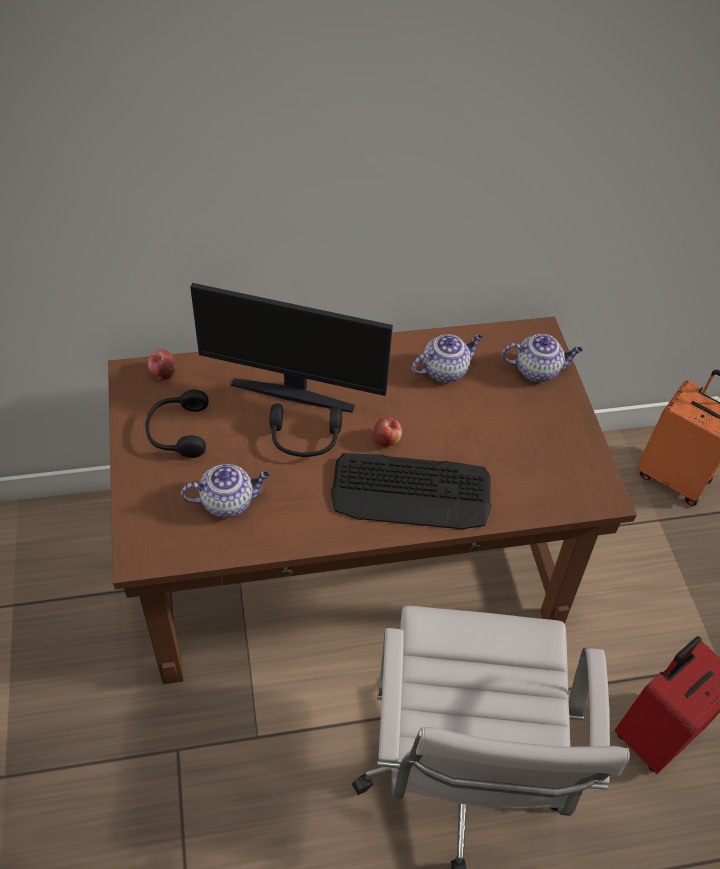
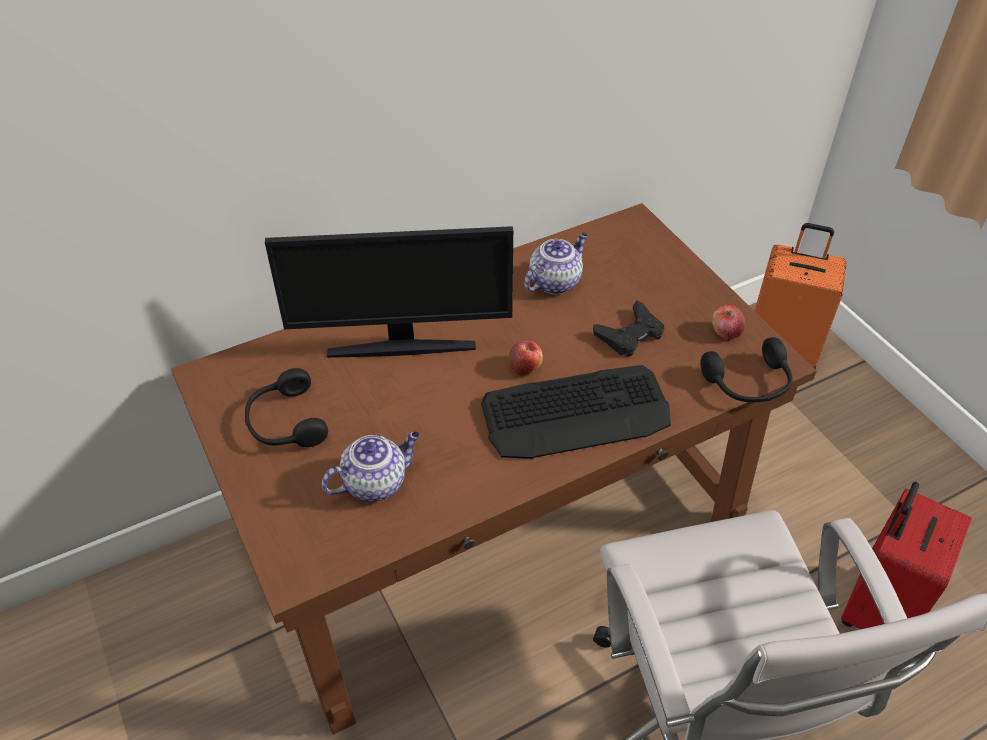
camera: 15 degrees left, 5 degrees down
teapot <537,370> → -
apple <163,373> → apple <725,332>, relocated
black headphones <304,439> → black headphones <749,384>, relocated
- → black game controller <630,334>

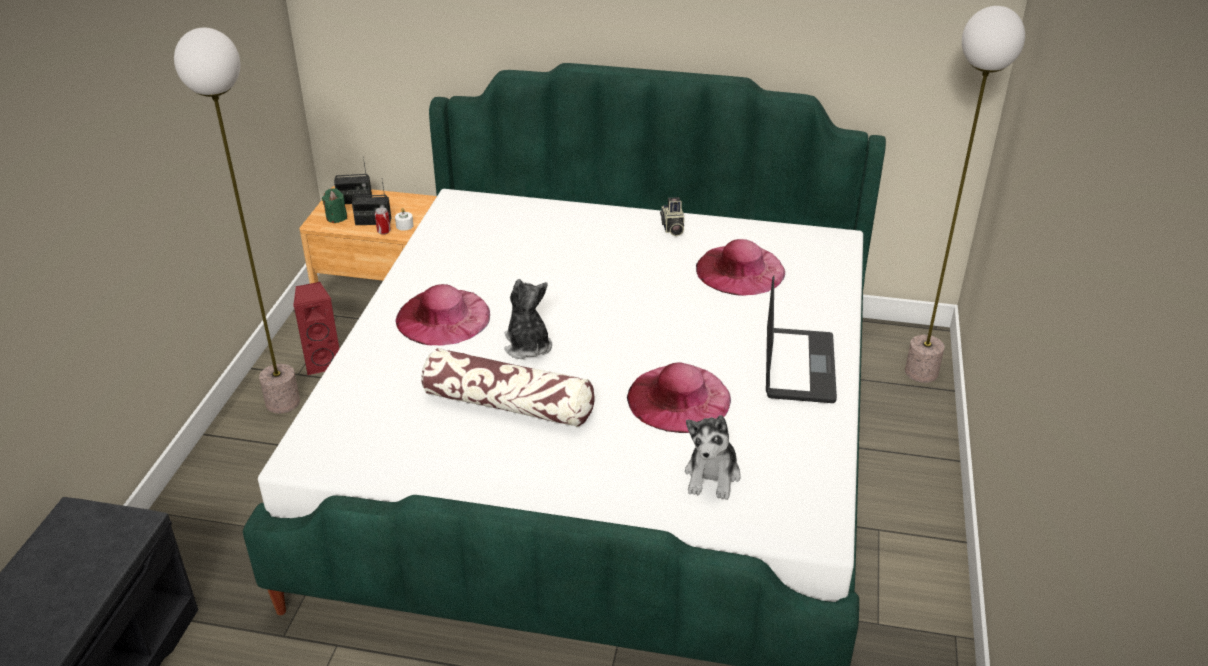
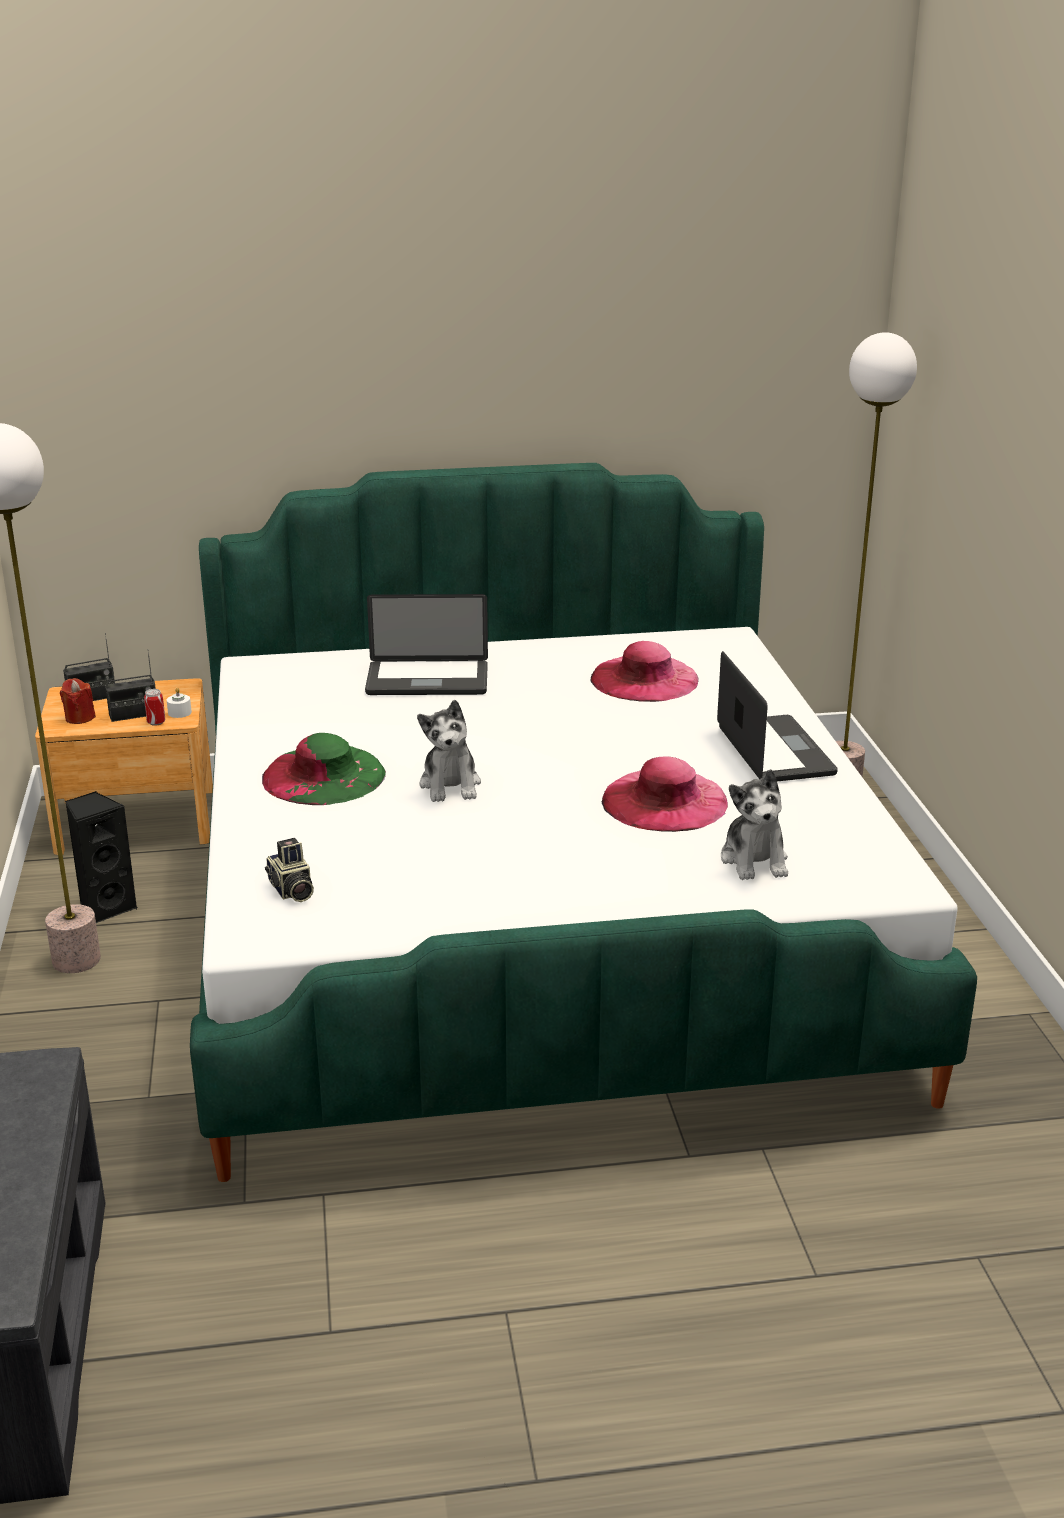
camera: 20 degrees left, 10 degrees down
green candle <336,217> → red candle <80,718>
photo camera <672,228> → photo camera <291,891>, relocated
plush toy <527,346> → plush toy <450,785>, 150 degrees counterclockwise
red speaker <323,362> → black speaker <106,907>
pink hat <443,317> → green hat <324,776>
pillow <508,404> → -
- → laptop <427,680>

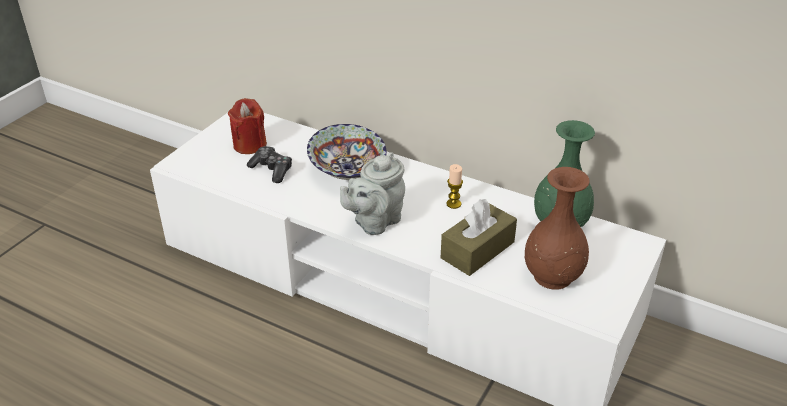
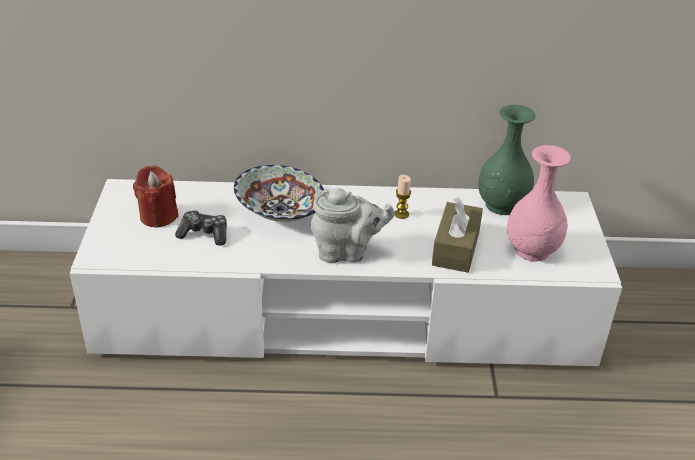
camera: 30 degrees left, 0 degrees up
grey teapot <374,222> → grey teapot <347,252>, 105 degrees counterclockwise
brown vase <551,276> → pink vase <531,250>

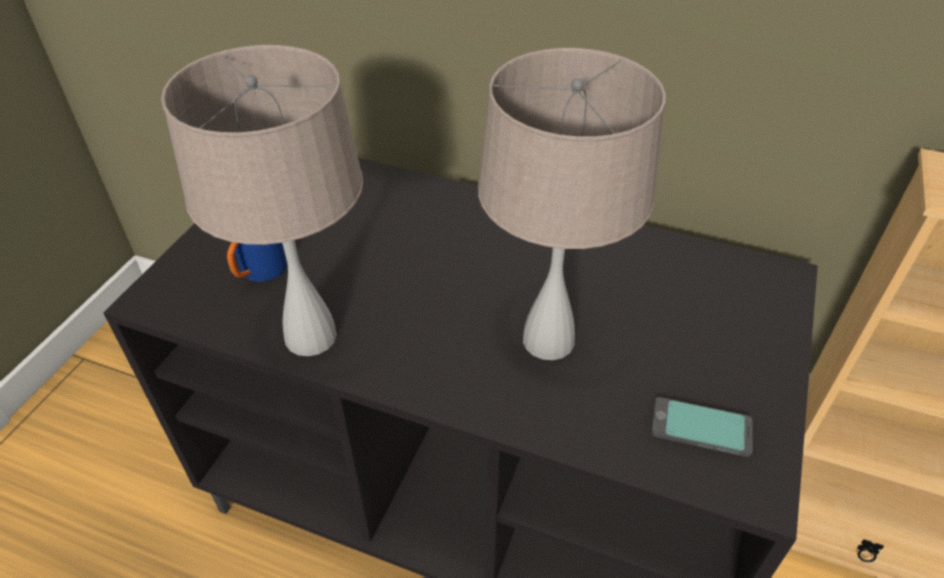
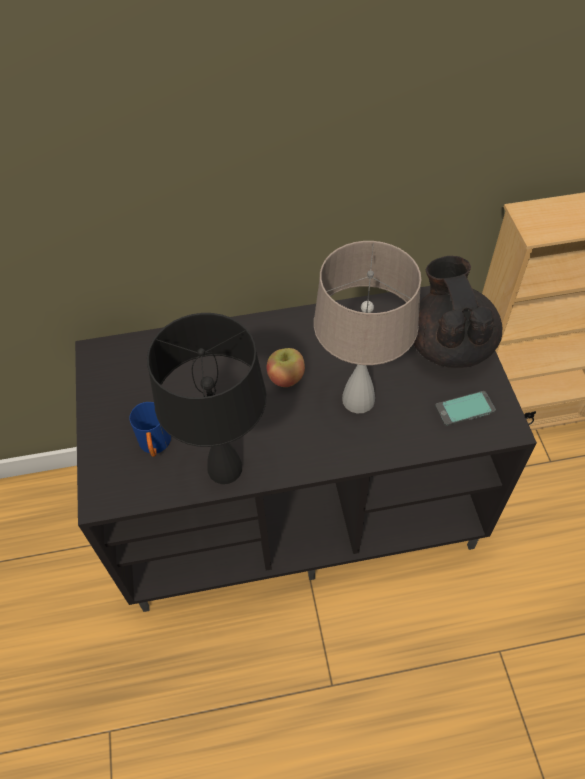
camera: 30 degrees left, 10 degrees up
beige table lamp <311,337> → black table lamp <225,469>
- → black teapot <449,345>
- → apple <286,378>

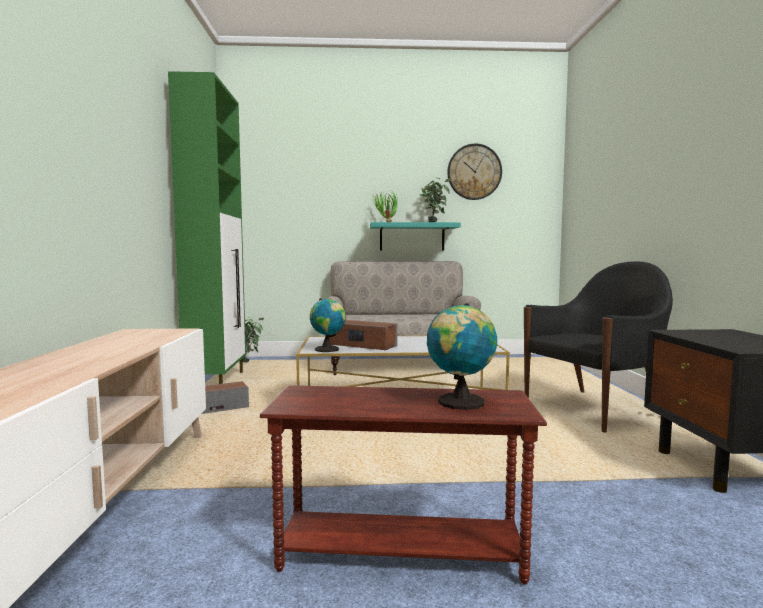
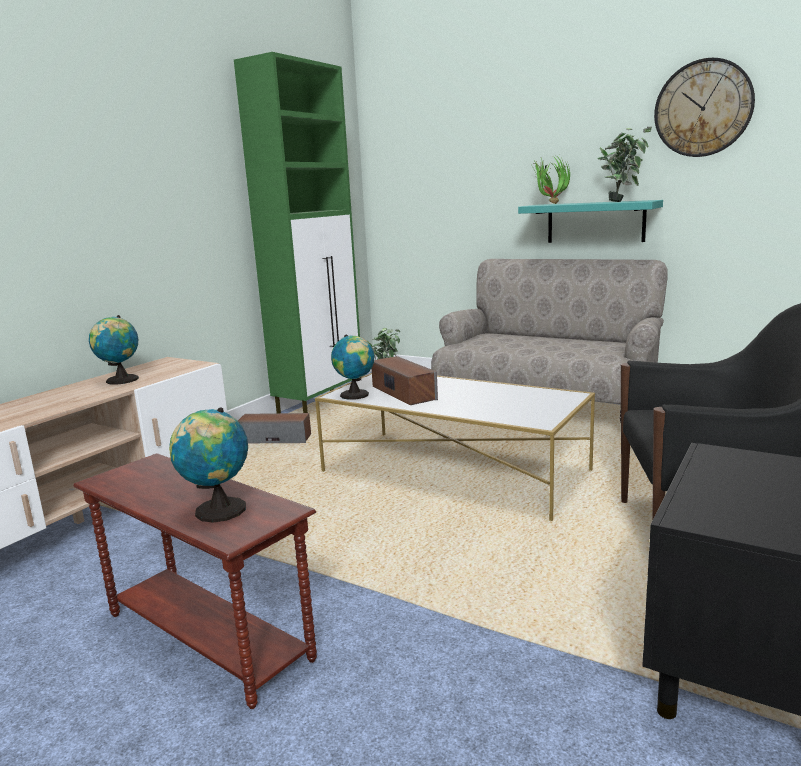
camera: 35 degrees right, 10 degrees up
- → globe <120,381>

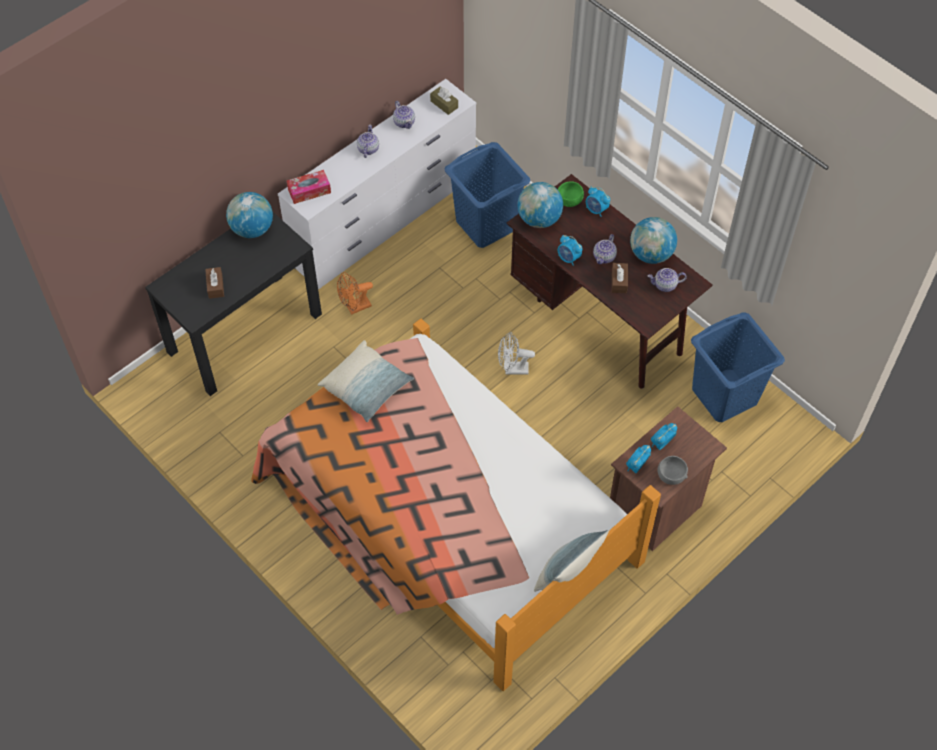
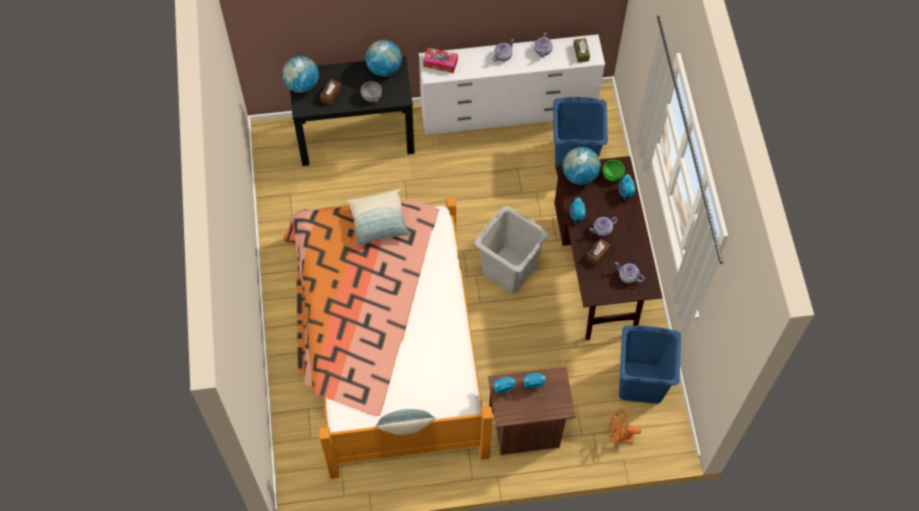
camera: 35 degrees right, 5 degrees up
globe <651,254> → globe <302,84>, relocated
orange fan <355,308> → orange fan <619,437>, relocated
white fan <512,369> → grey laundry basket <509,270>
grey bowl <671,475> → grey bowl <371,96>, relocated

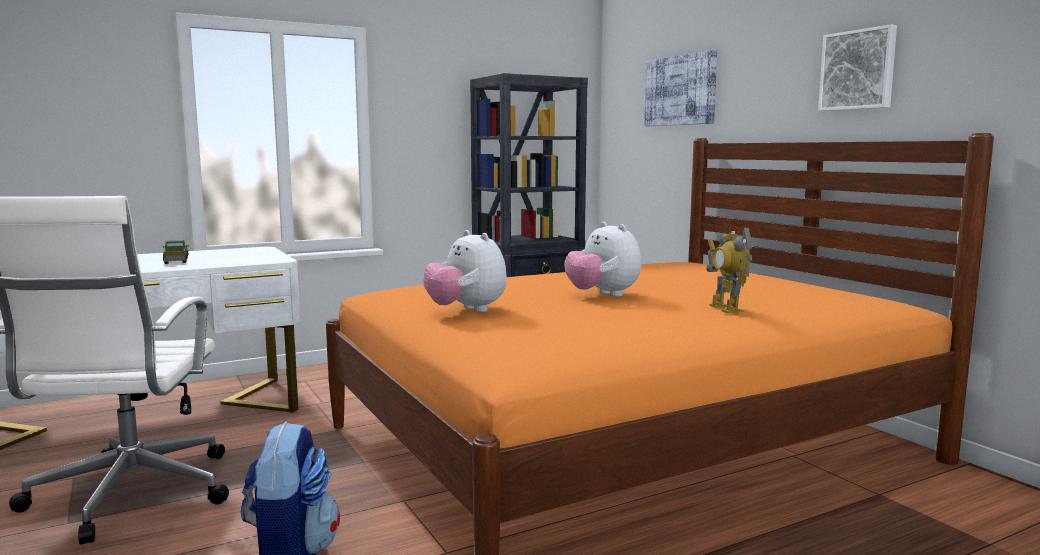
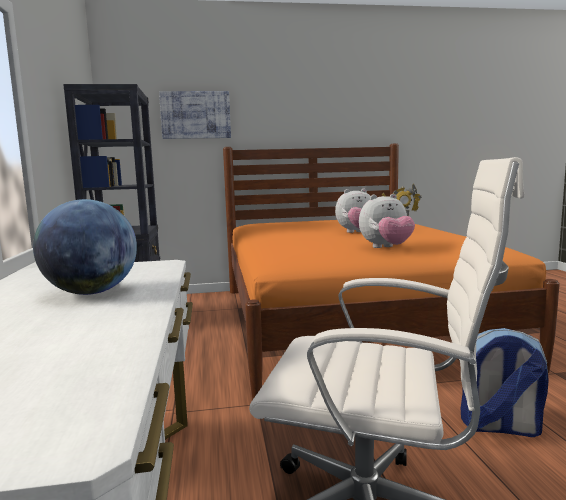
camera: 70 degrees left, 0 degrees up
picture <858,70> → -
toy truck <176,261> → globe <91,292>

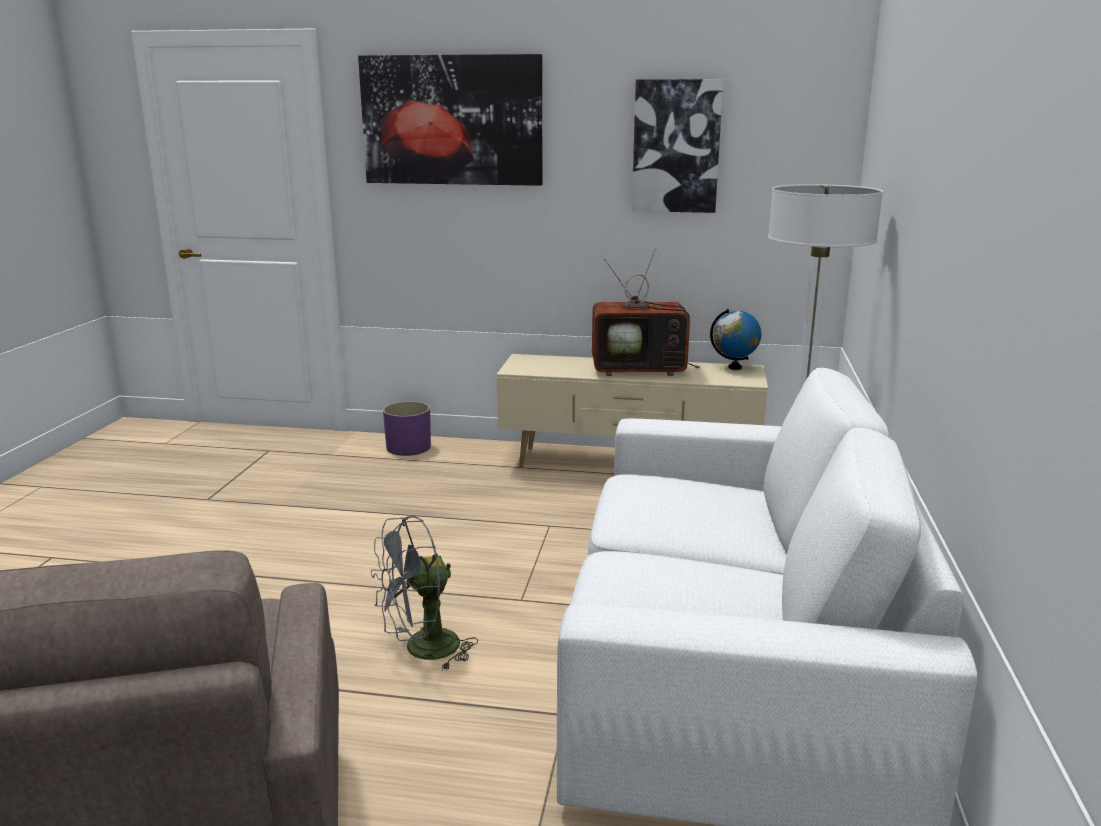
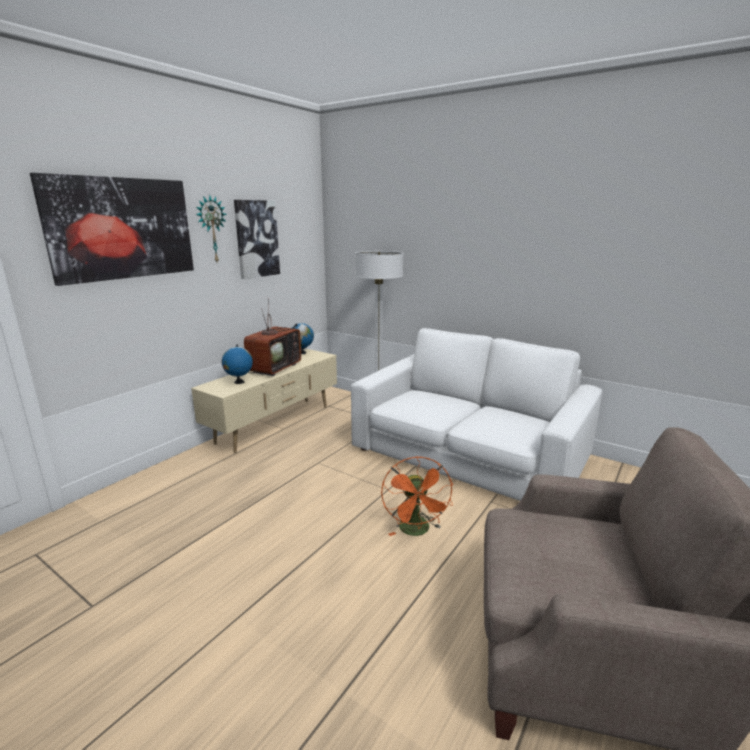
camera: 65 degrees left, 0 degrees up
purple planter <408,447> → -
grey fan <422,650> → orange fan <416,531>
- → wall clock <211,229>
- → globe <239,382>

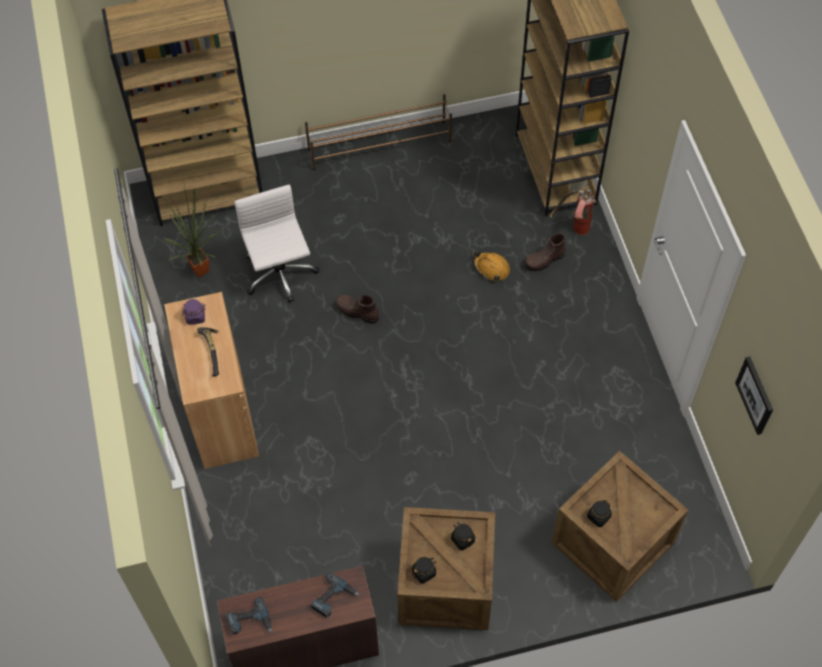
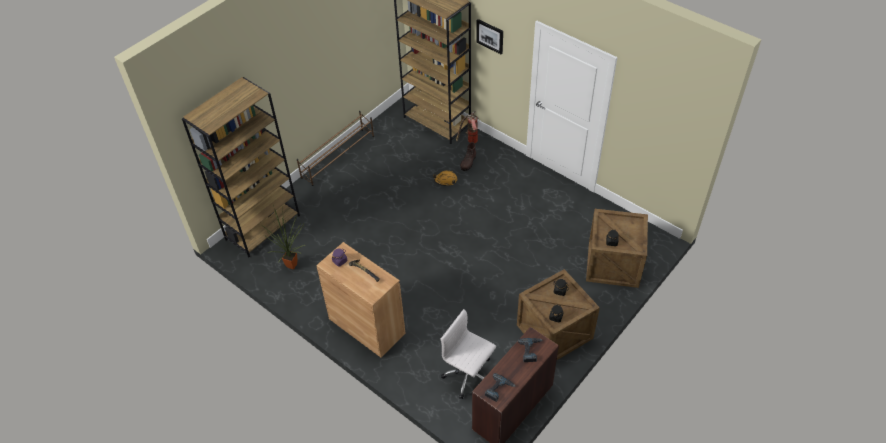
camera: 35 degrees left, 10 degrees down
white office chair <280,275> → white office chair <469,375>, relocated
brown boot <357,312> → -
picture <755,395> → picture <490,36>, relocated

